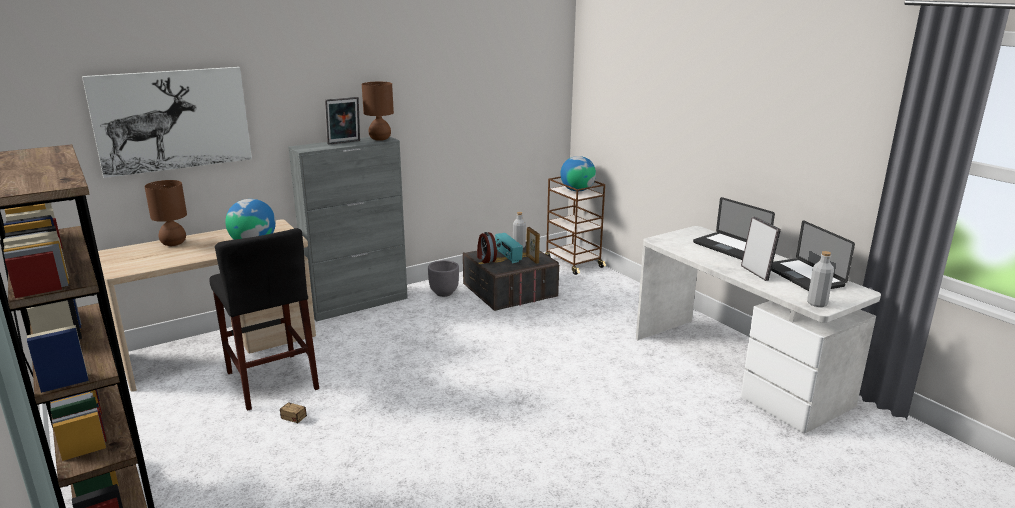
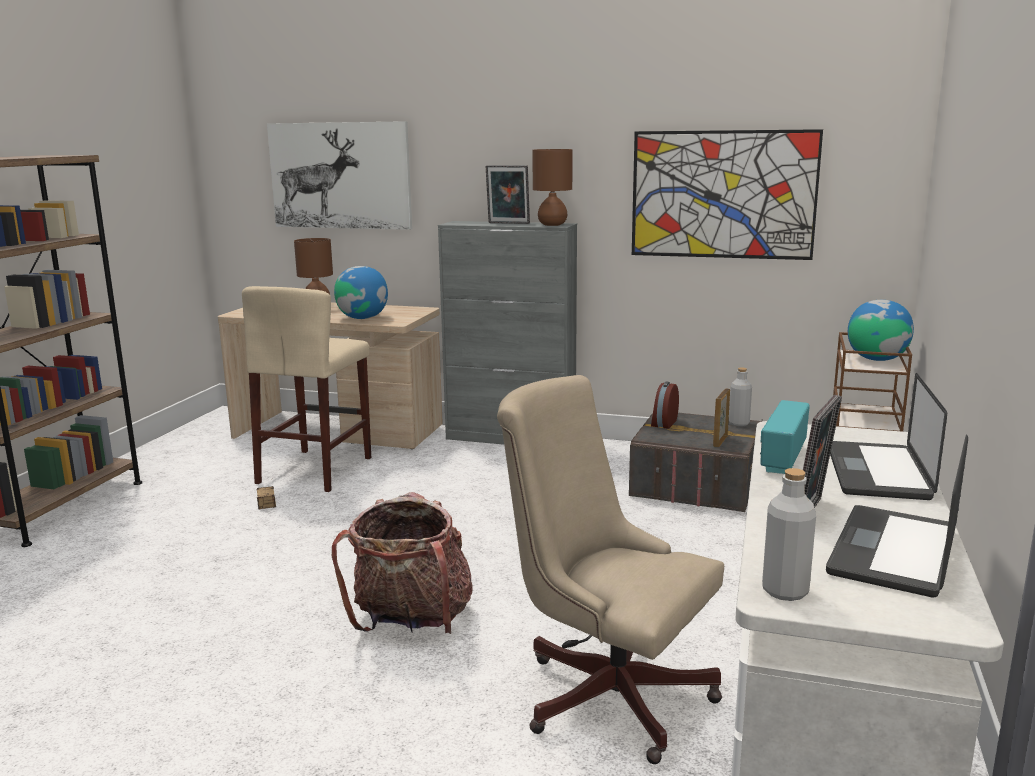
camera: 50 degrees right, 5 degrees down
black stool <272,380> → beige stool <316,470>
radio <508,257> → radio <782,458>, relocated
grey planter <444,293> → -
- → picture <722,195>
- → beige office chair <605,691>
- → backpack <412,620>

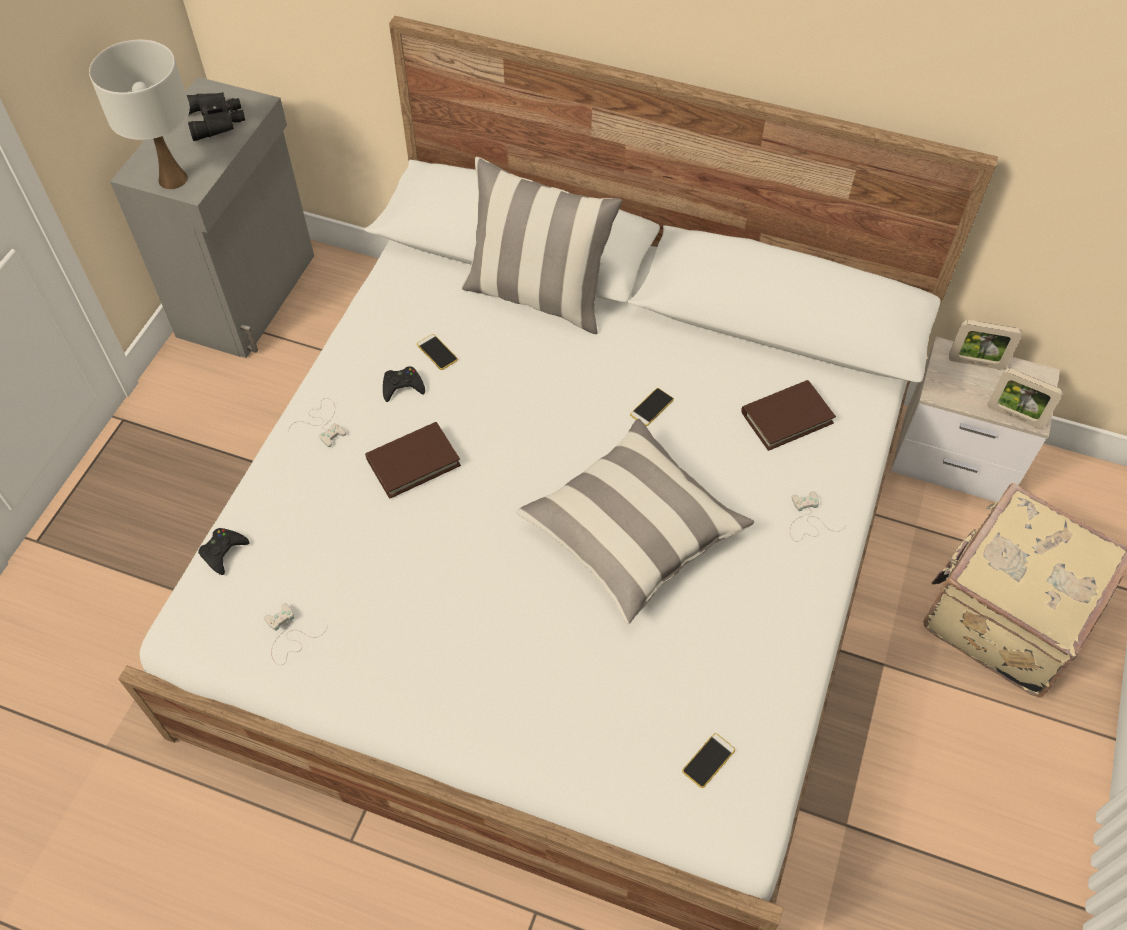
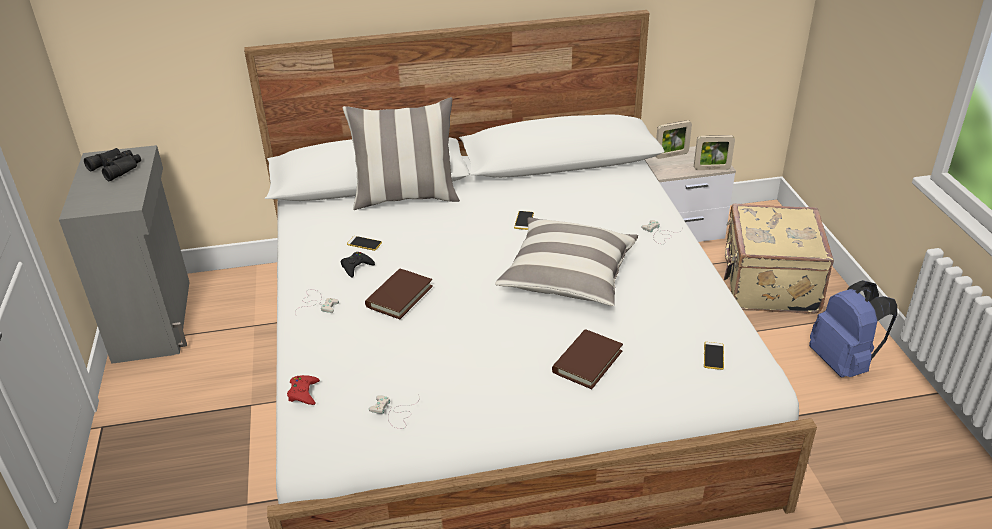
camera: 30 degrees left, 20 degrees down
white table lamp <172,179> → -
brown book <787,417> → brown book <587,362>, relocated
black game controller <223,552> → red game controller <303,393>
- → blue backpack <843,363>

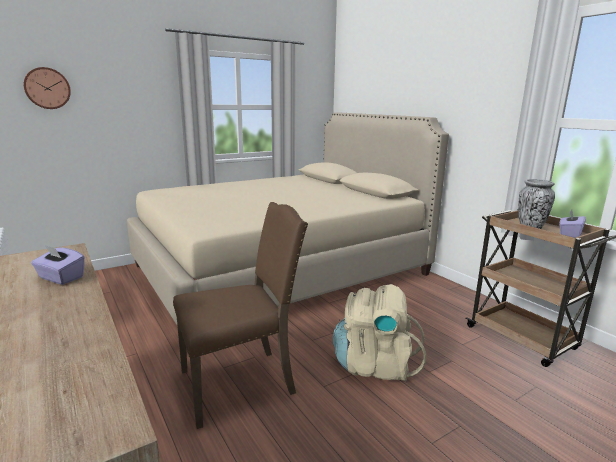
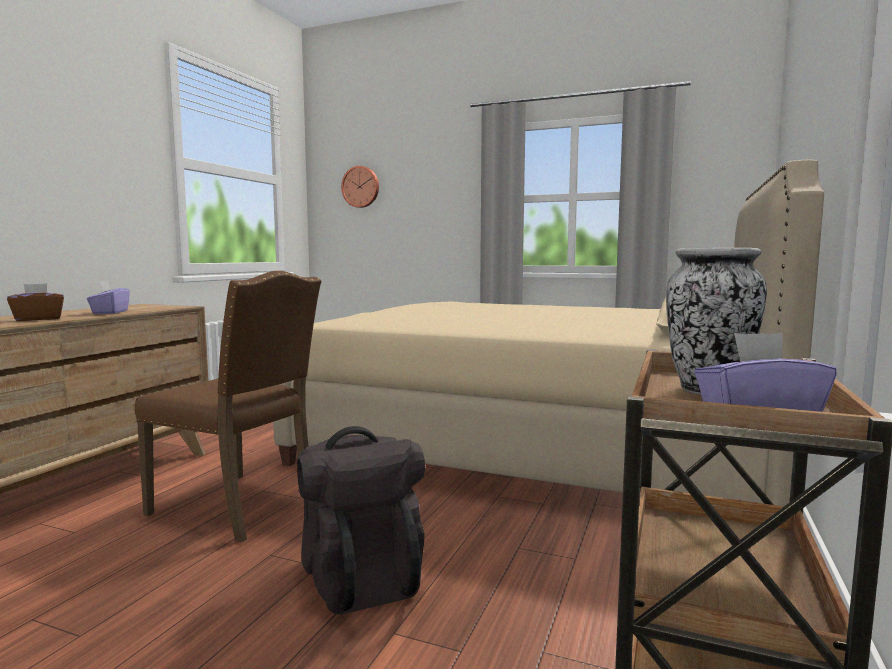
camera: 55 degrees right, 10 degrees down
beige backpack <374,365> → black backpack <360,577>
- → brown tissue box <38,319>

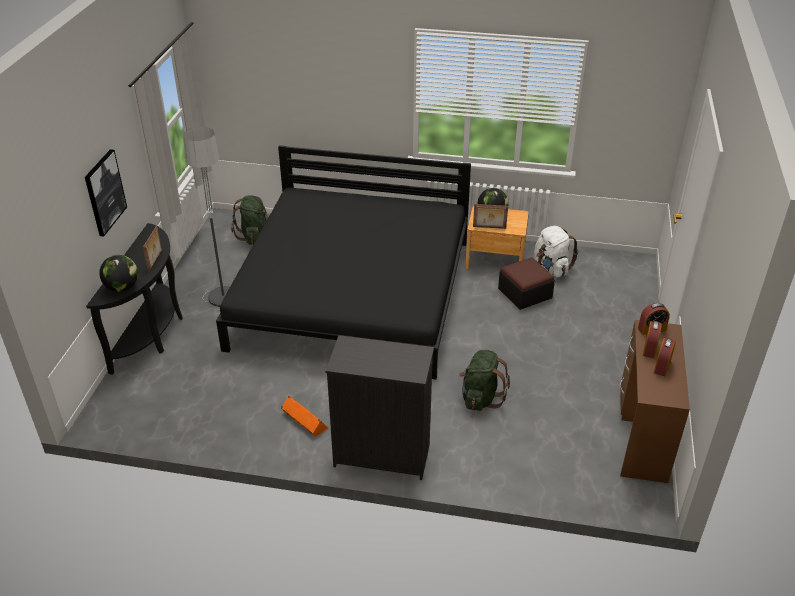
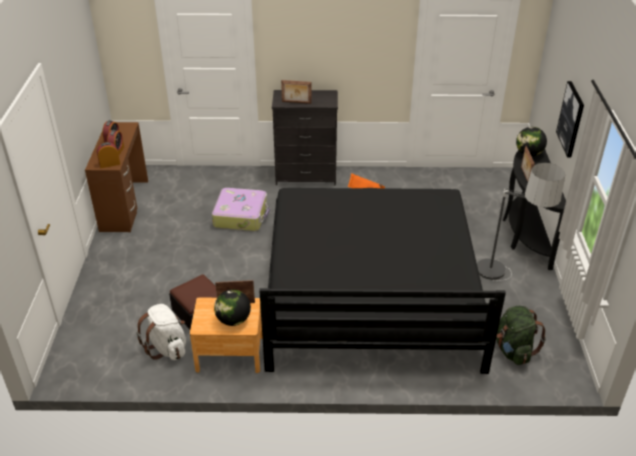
camera: 170 degrees right, 0 degrees up
green backpack <480,398> → suitcase <241,216>
- → picture frame <296,102>

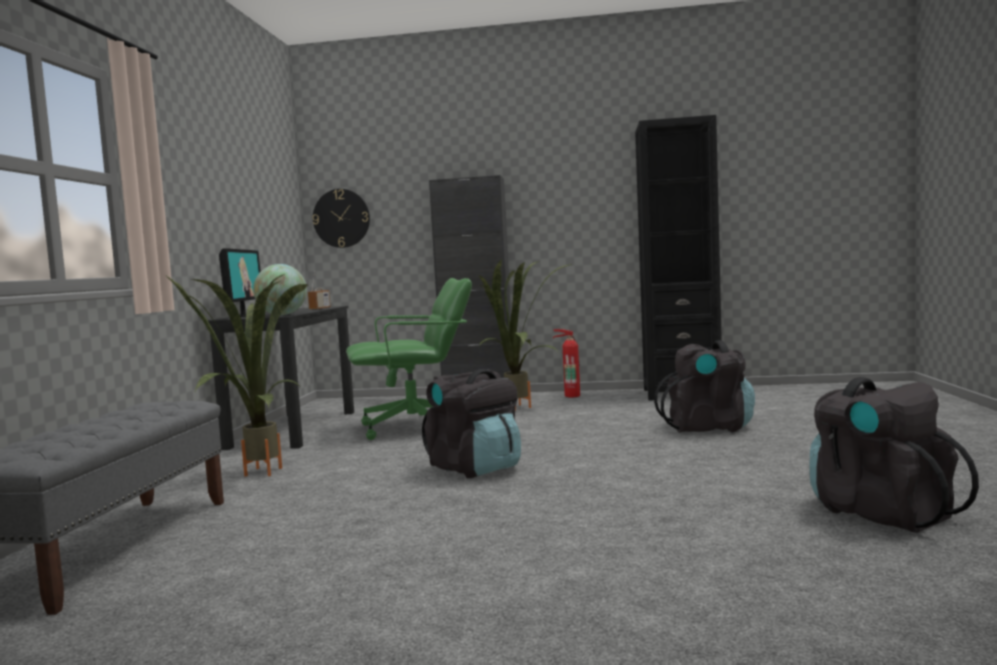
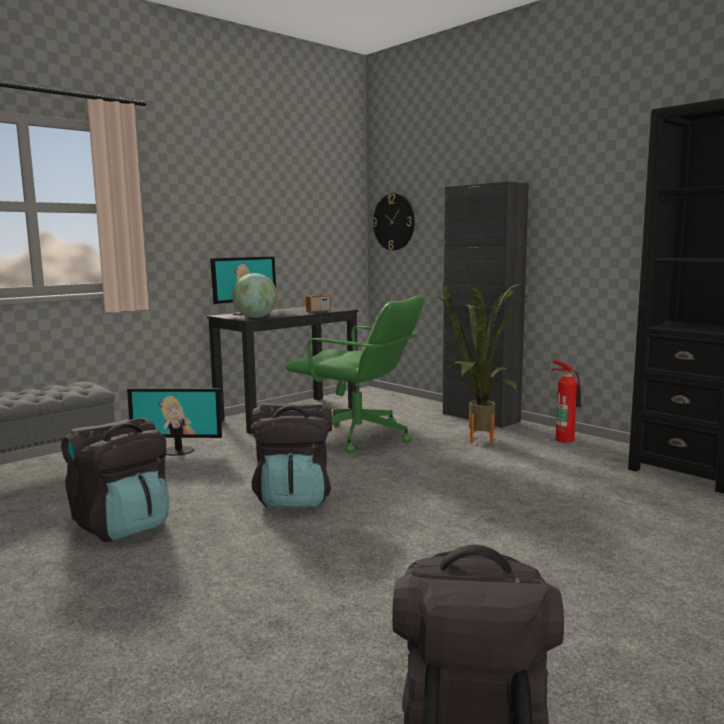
camera: 40 degrees right, 5 degrees up
potted plant <255,475> → monitor <178,450>
black backpack <708,427> → black backpack <122,526>, relocated

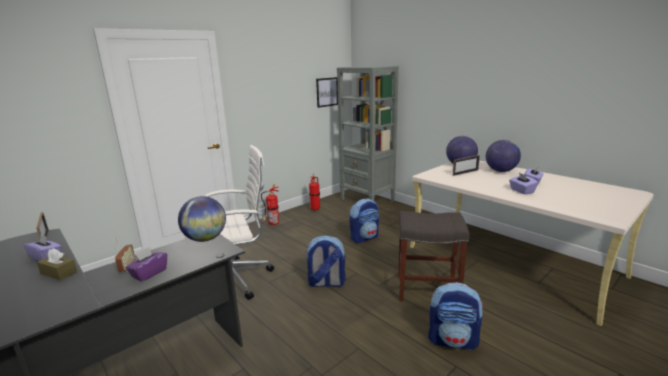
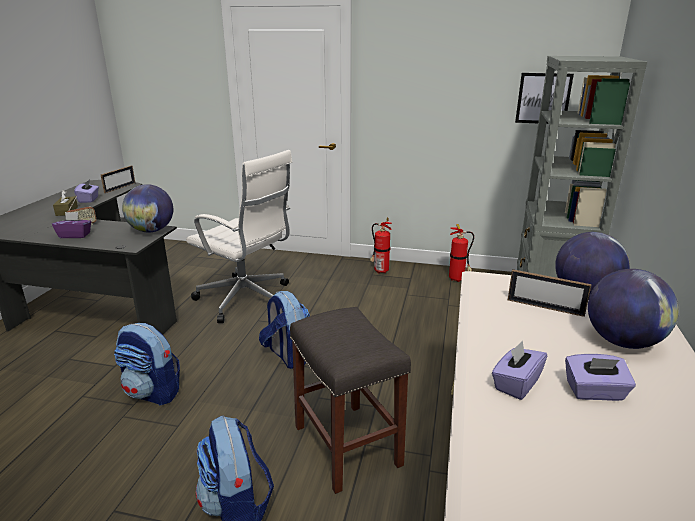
camera: 55 degrees right, 5 degrees up
backpack <364,237> → backpack <153,392>, relocated

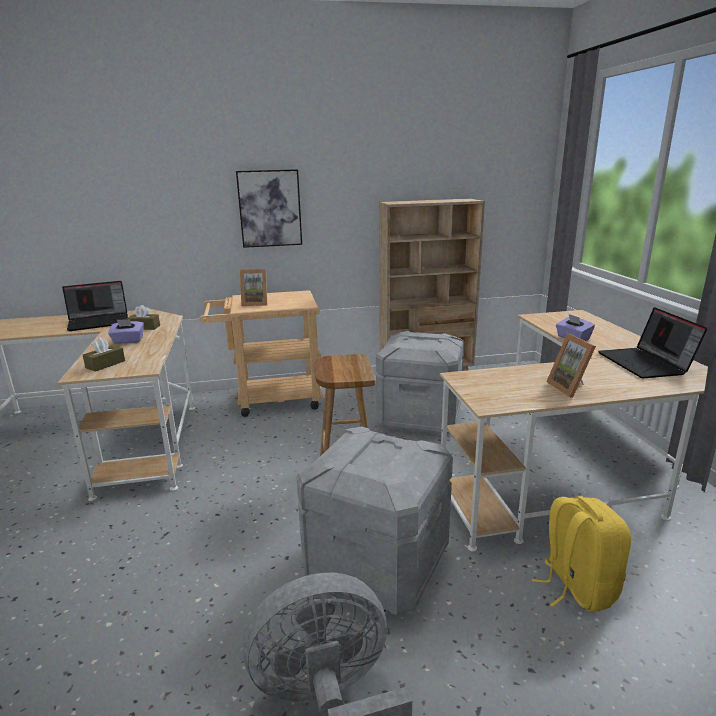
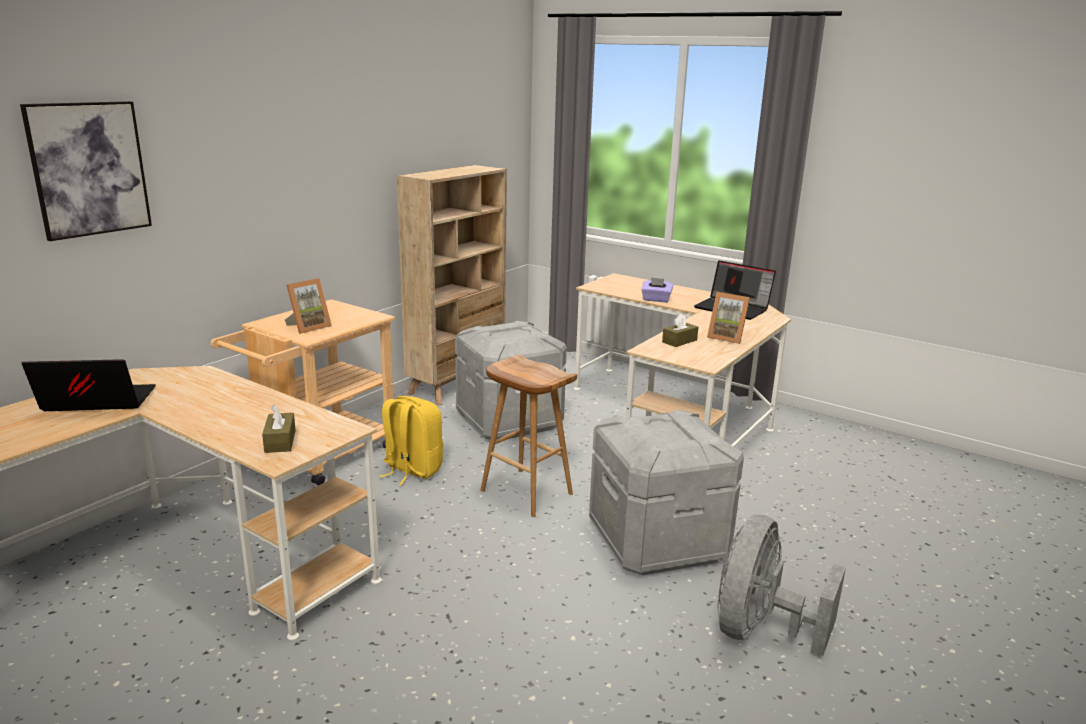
camera: 45 degrees left, 0 degrees up
picture <270,208> → picture <89,169>, relocated
laptop <100,322> → laptop <96,403>, 120 degrees counterclockwise
brown tissue box <144,327> → brown tissue box <679,341>, relocated
purple tissue box <128,341> → -
yellow backpack <576,587> → yellow backpack <411,470>, relocated

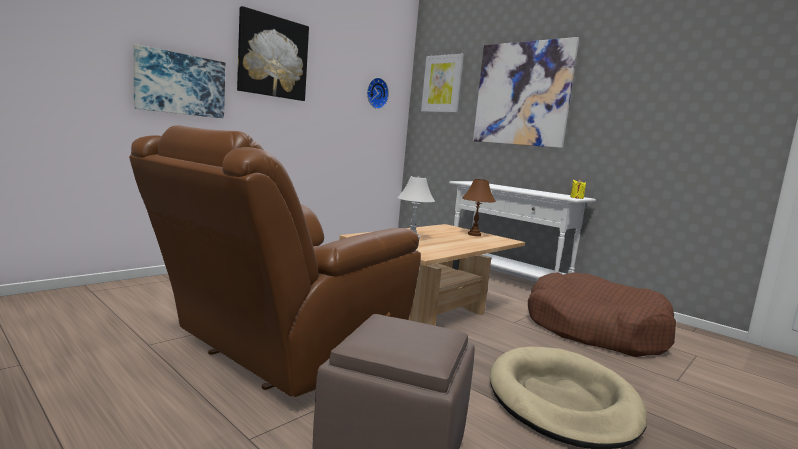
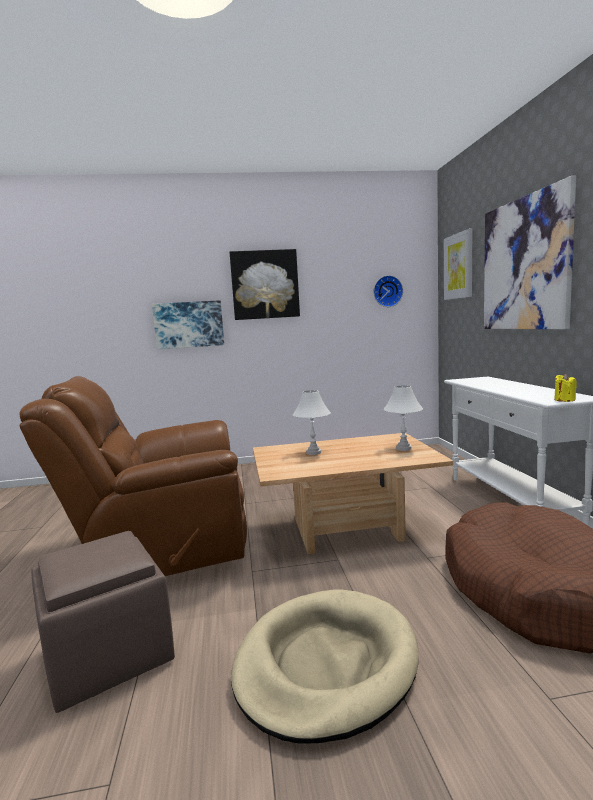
camera: 40 degrees right, 0 degrees up
brown table lamp <474,235> → white table lamp <403,448>

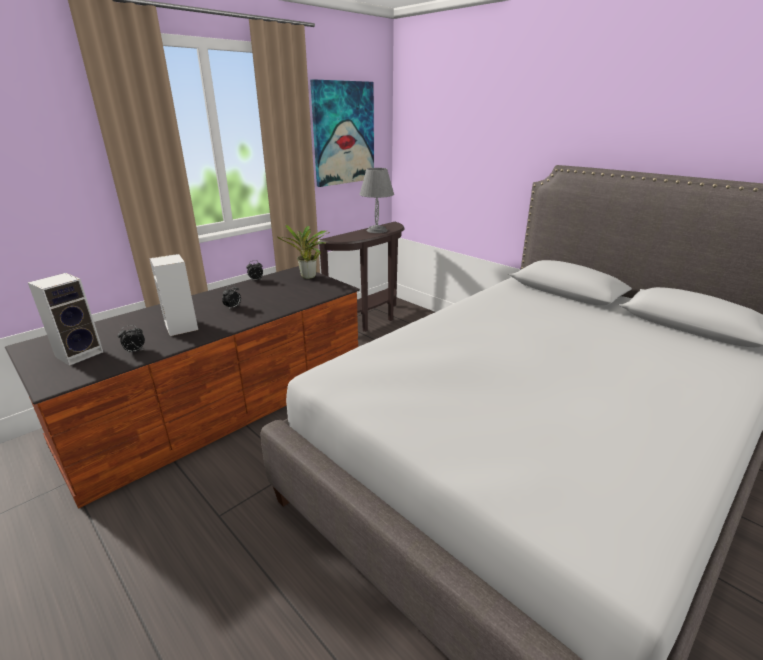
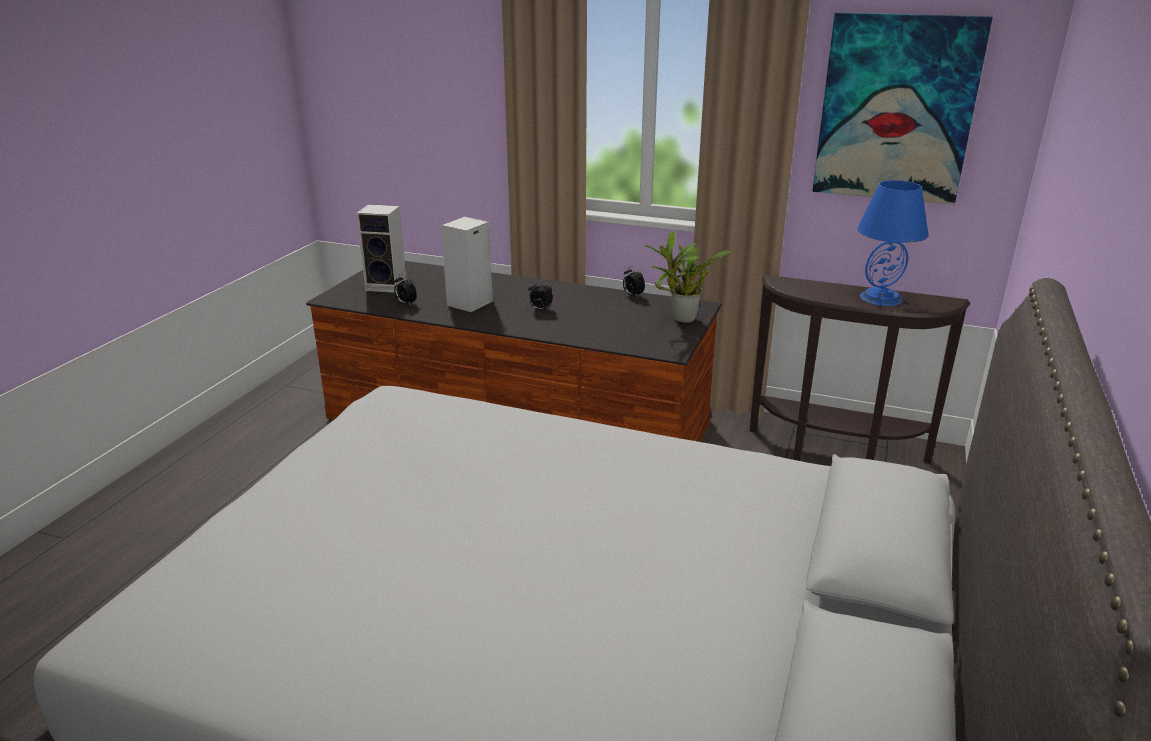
camera: 65 degrees right, 0 degrees up
grey table lamp <376,230> → blue table lamp <881,298>

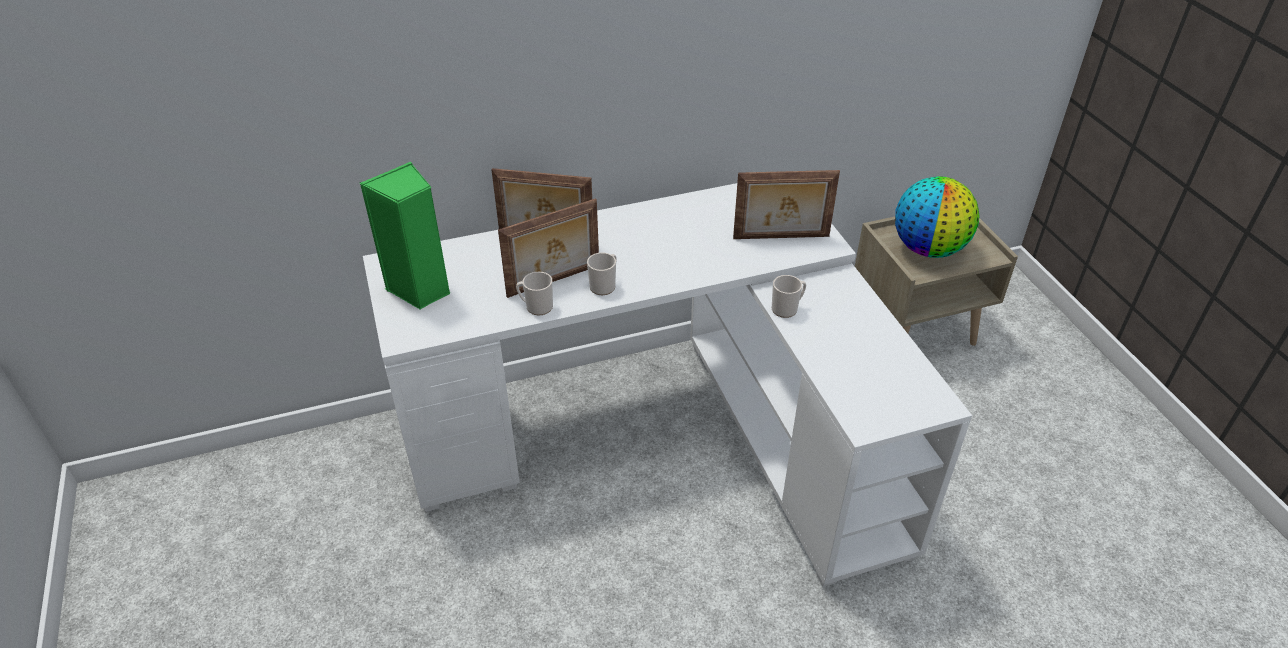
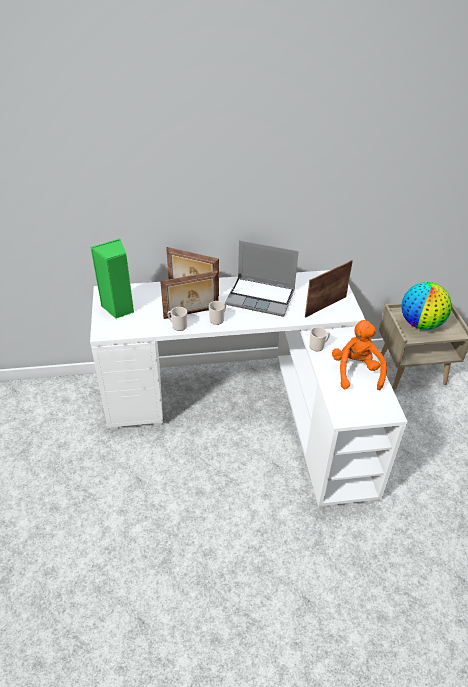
camera: 10 degrees right, 0 degrees up
picture frame <781,238> → picture frame <325,306>, 135 degrees clockwise
- → laptop <261,297>
- → orange plush toy <356,371>

